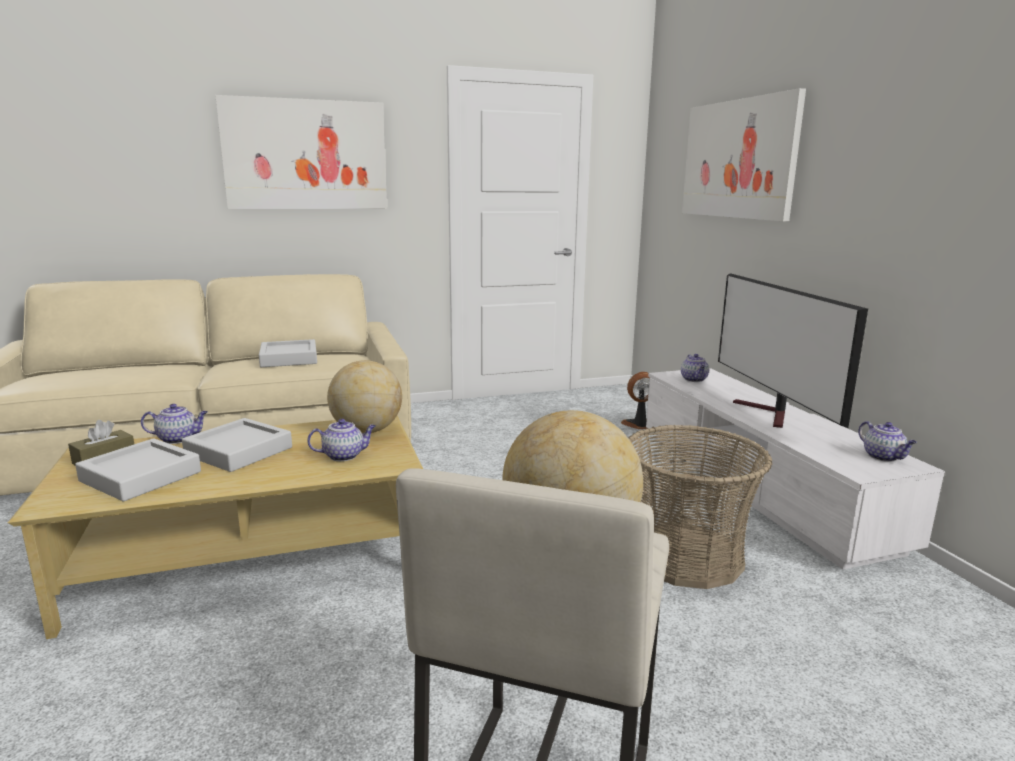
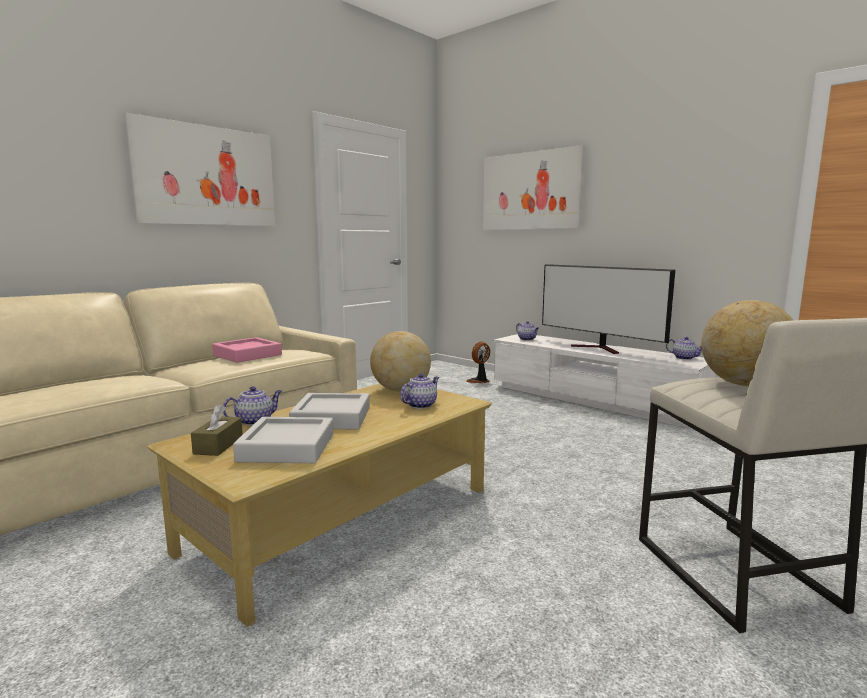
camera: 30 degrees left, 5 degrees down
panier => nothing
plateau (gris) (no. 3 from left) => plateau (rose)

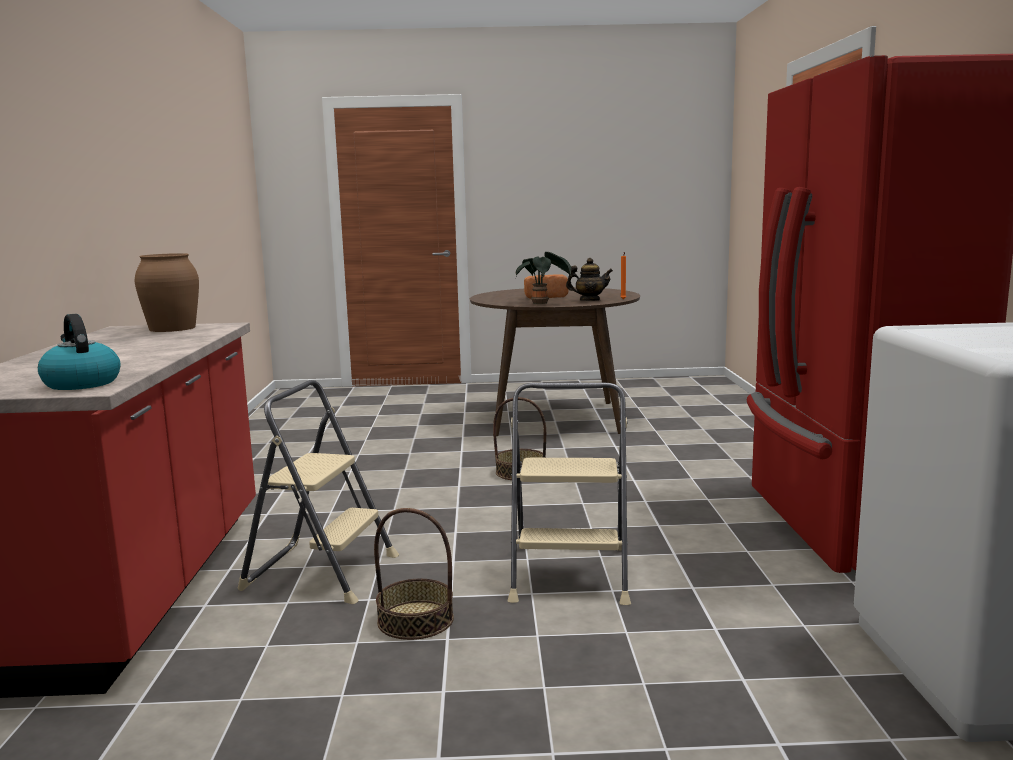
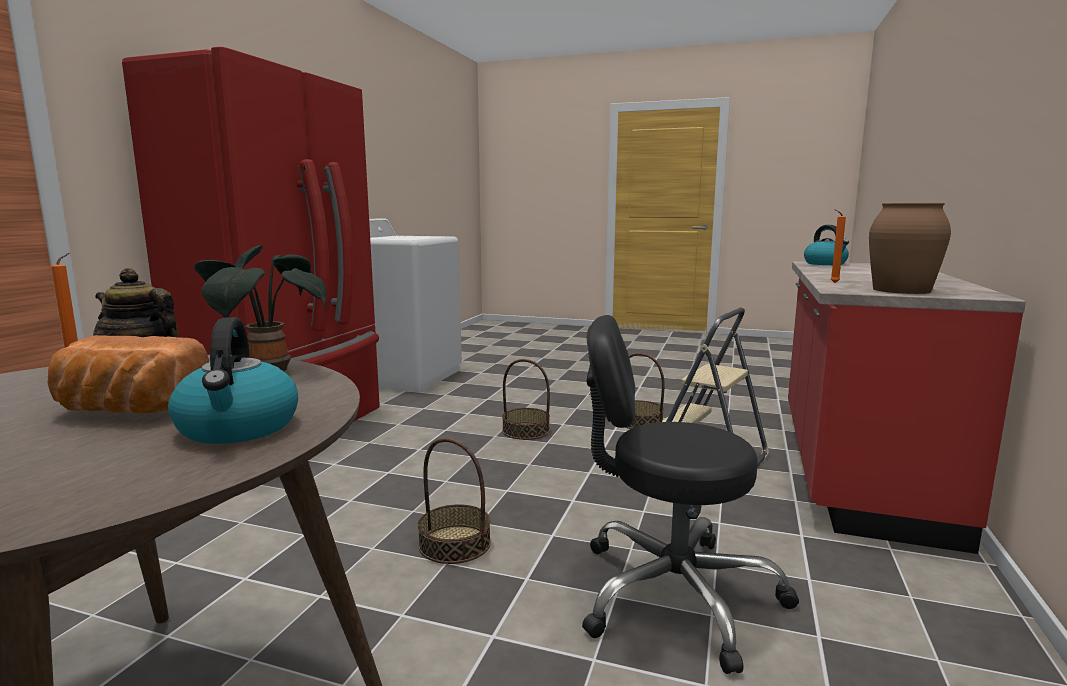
camera: 160 degrees left, 0 degrees up
nothing => bouilloire (no. 1 from left)
nothing => chaise de bureau (noir)
nothing => bougie (orange) (no. 2 from left)
escabeau (beige) (no. 2 from left) => panier (no. 2 from left)

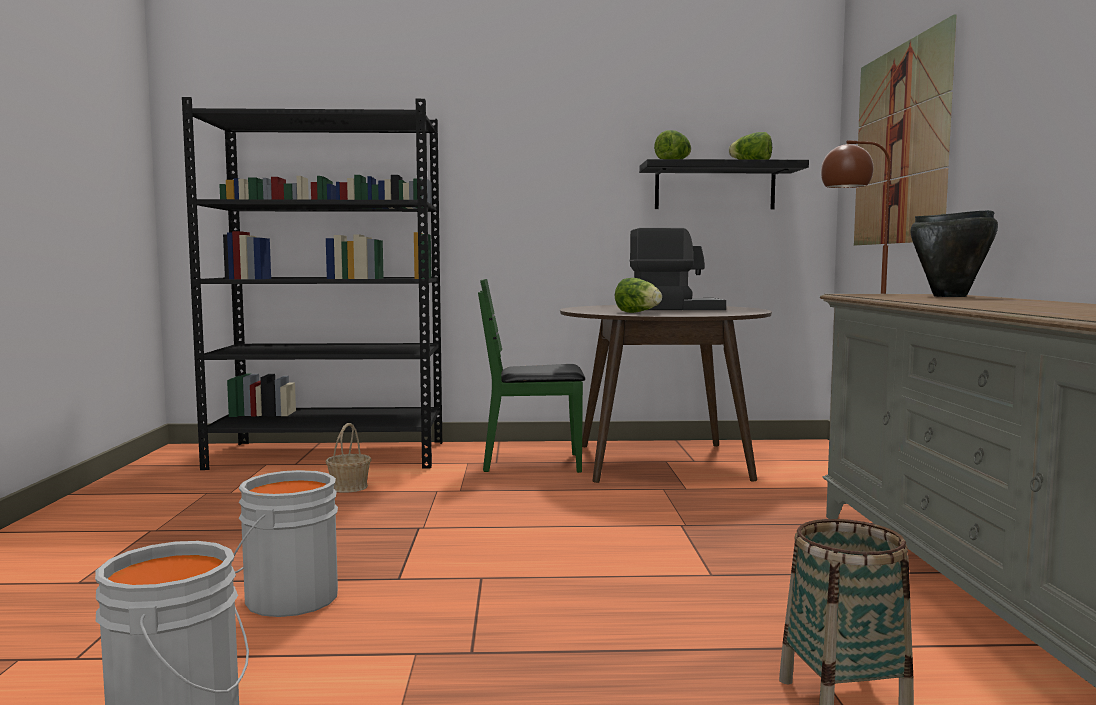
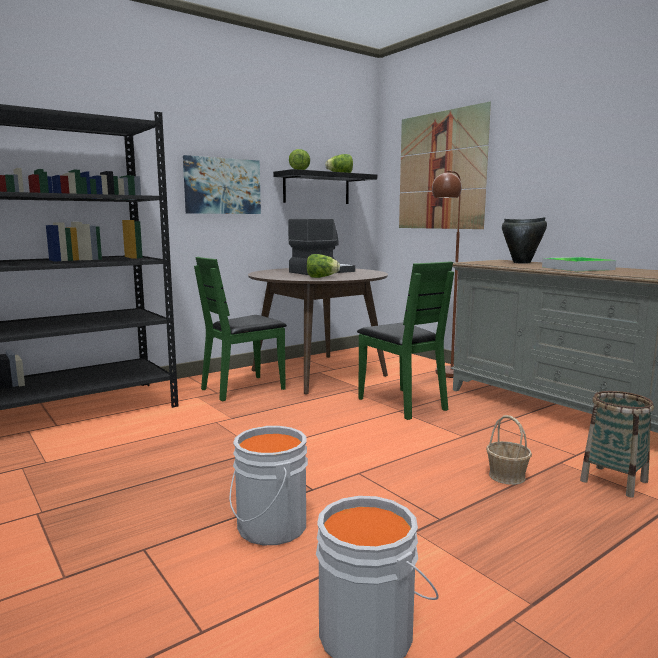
camera: 35 degrees left, 5 degrees up
nothing => tableau (no. 1 from left)
nothing => chaise (vert) (no. 2 from left)
nothing => plateau
panier (no. 1 from left), shifted

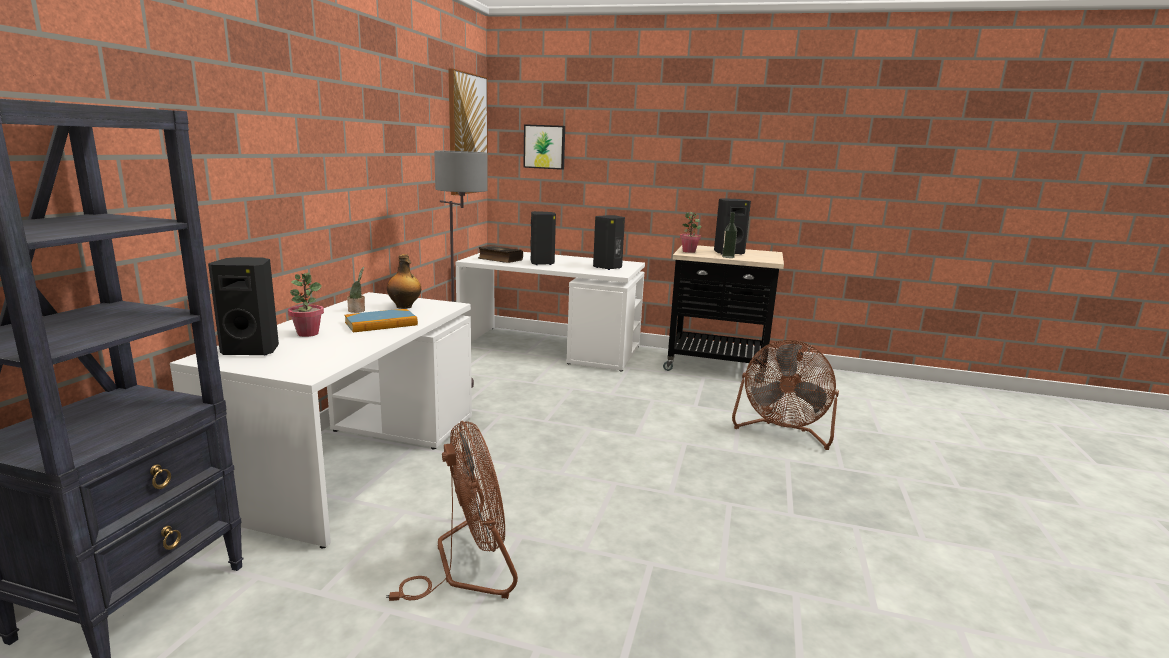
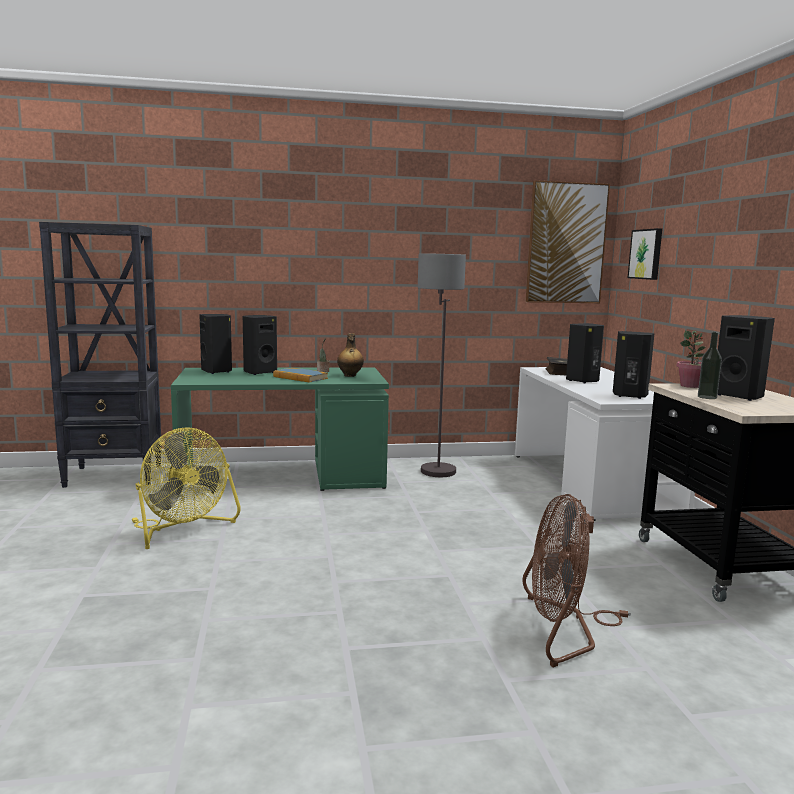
camera: 65 degrees right, 5 degrees down
plante en pot (no. 1 from left) => enceinte (noir) (no. 2 from left)
bureau (blanc) (no. 1 from left) => bureau (vert)
ventilateur (marron) (no. 1 from left) => ventilateur (jaune)

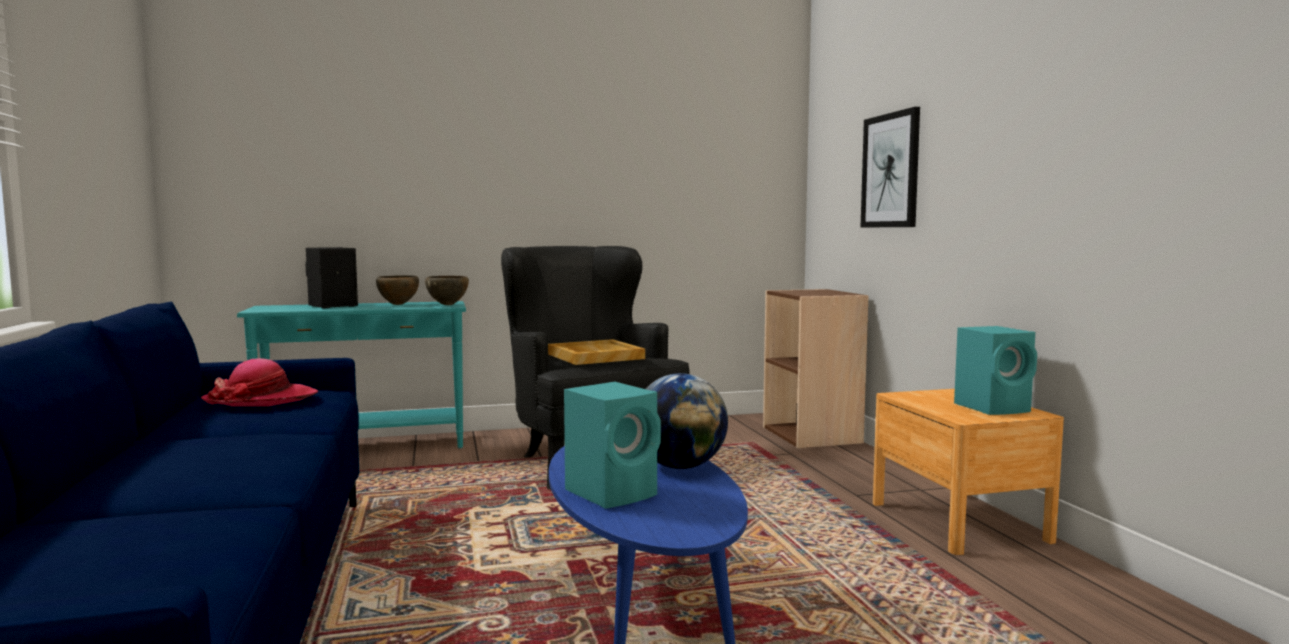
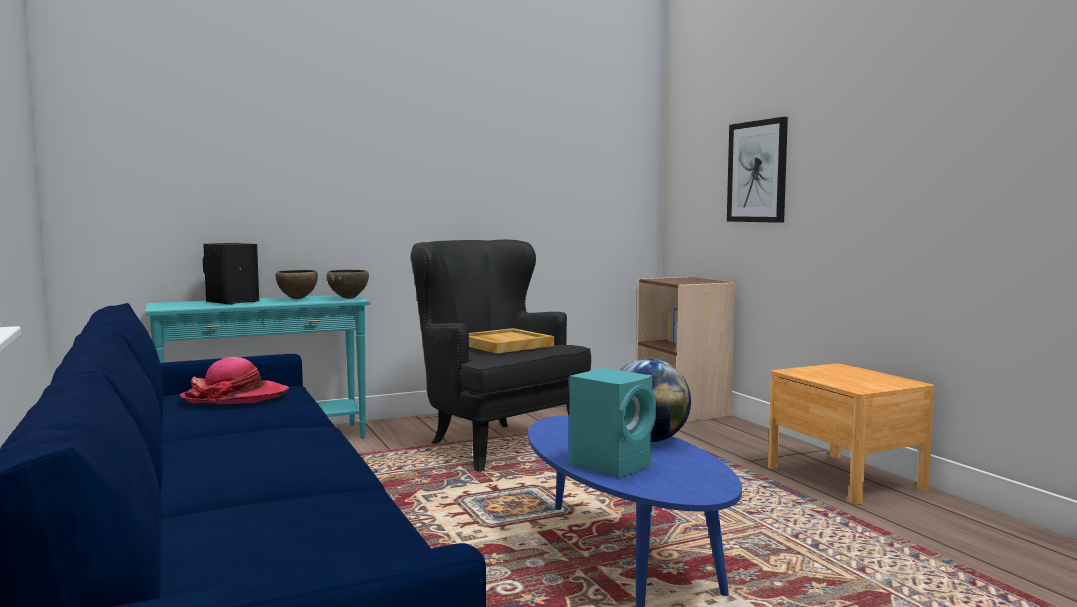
camera: 10 degrees left, 0 degrees up
enceinte (turquoise) (no. 2 from left) => nothing

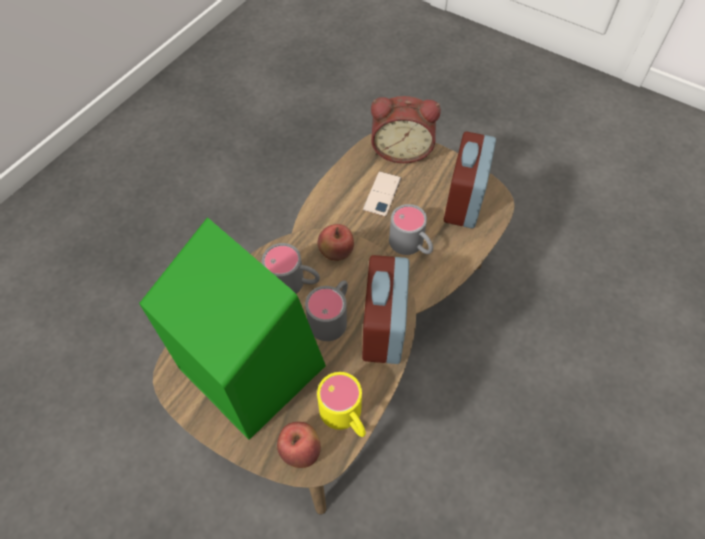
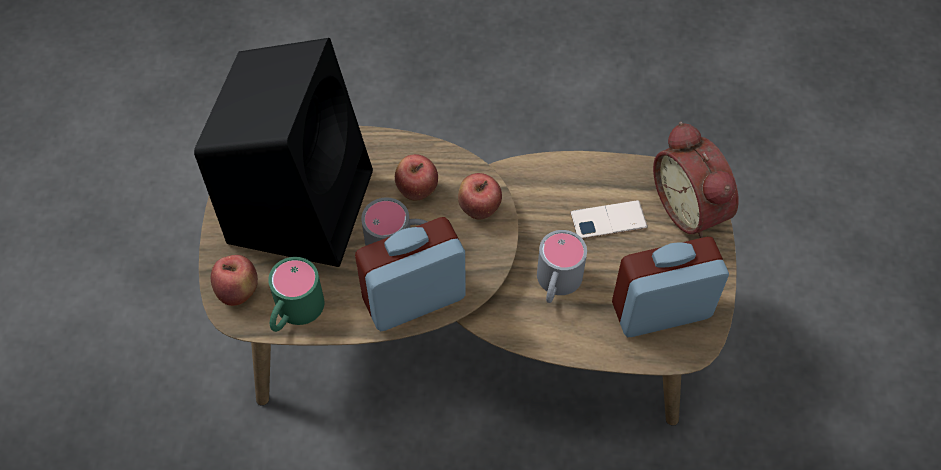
camera: 60 degrees right, 0 degrees up
mug (gris) (no. 1 from left) => pomme (no. 2 from left)
enceinte (vert) => enceinte (noir)
mug (jaune) => mug (vert)

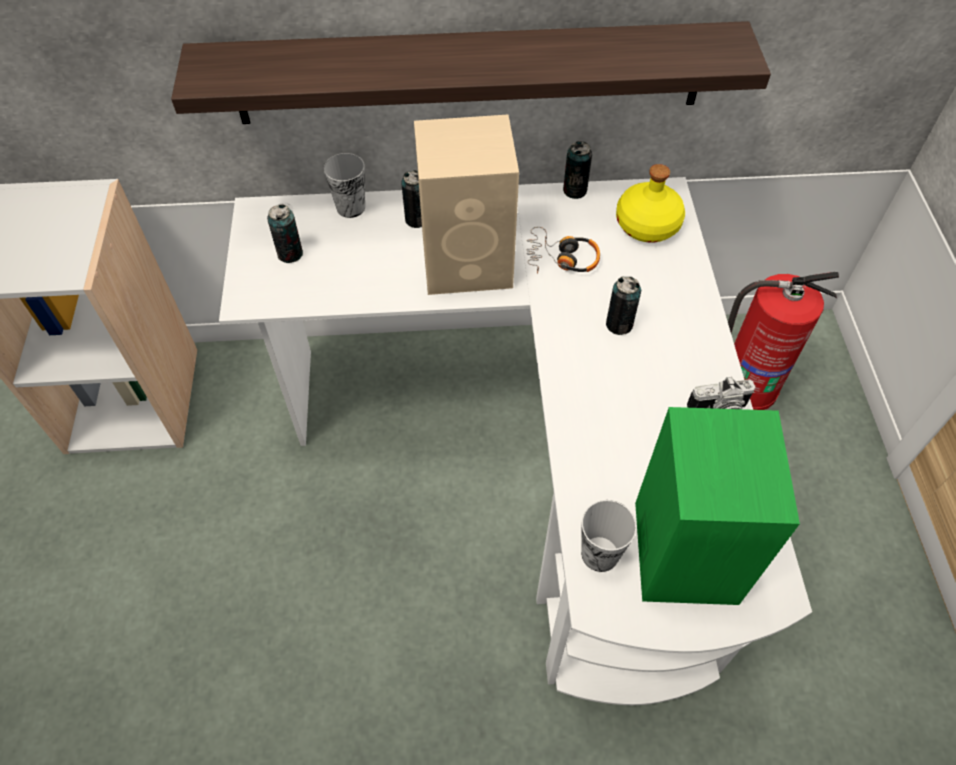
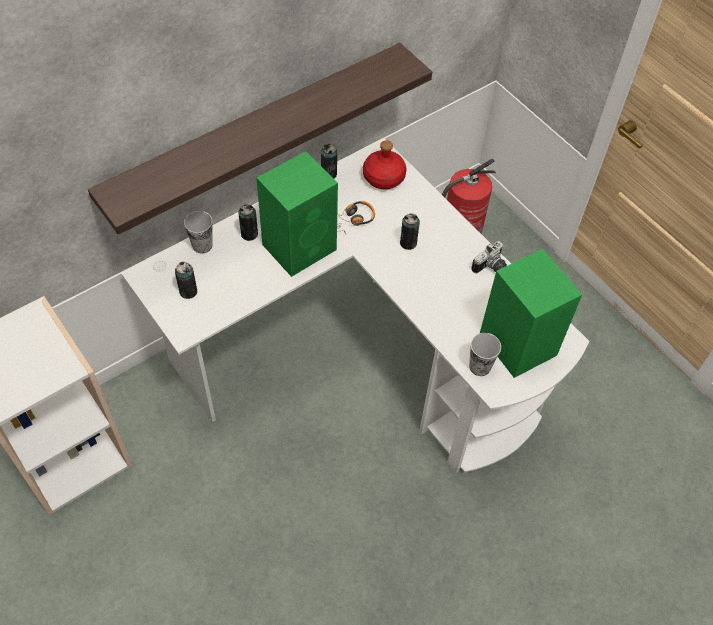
camera: 35 degrees left, 0 degrees up
enceinte (beige) => enceinte (vert) (no. 1 from left)
bouteille (jaune) => bouteille (rouge)

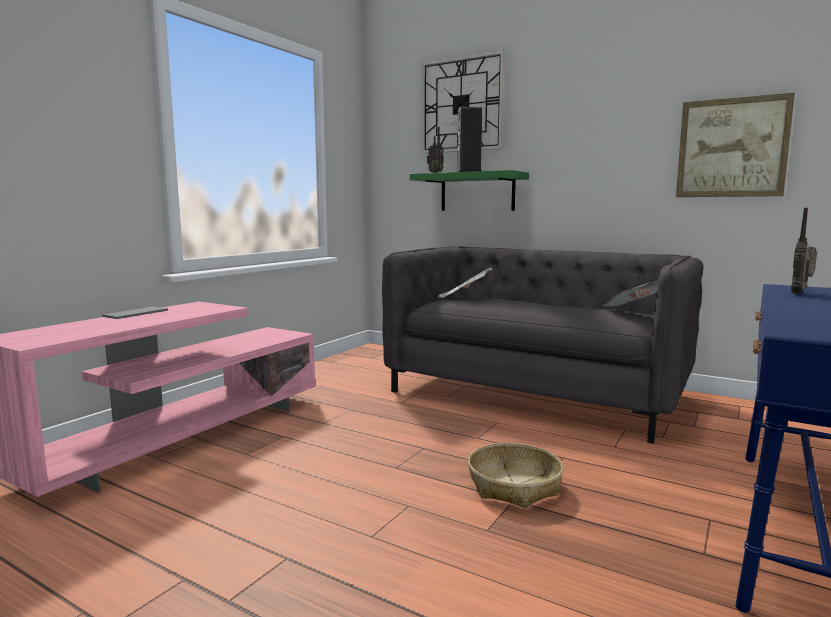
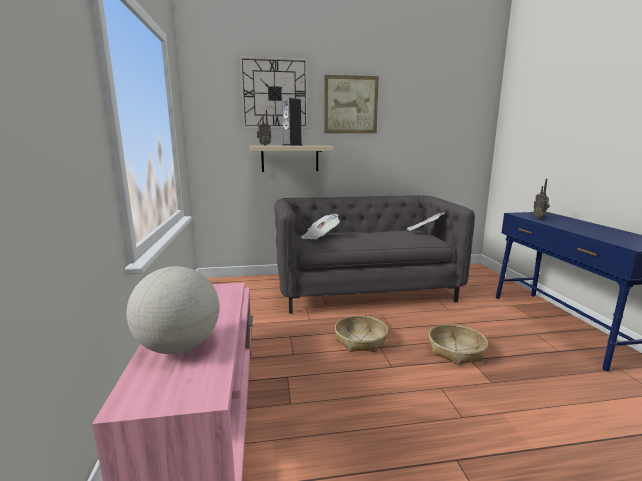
camera: 40 degrees left, 5 degrees up
nothing => globe
nothing => panier (no. 1 from left)
tableau, shifted
étagère (vert) => étagère (beige)

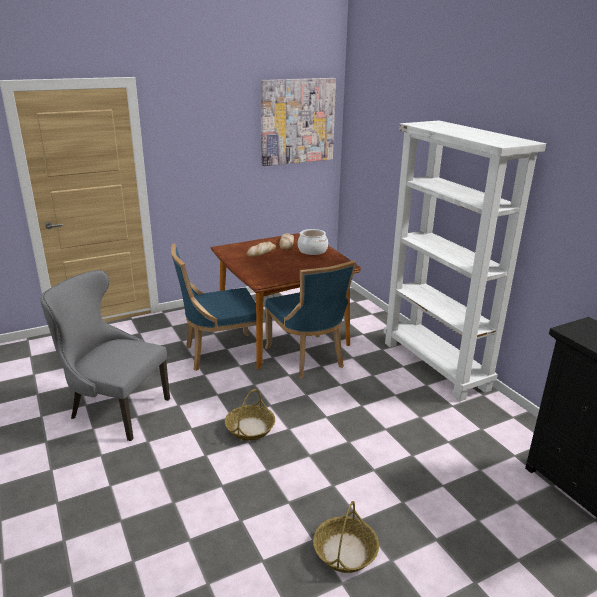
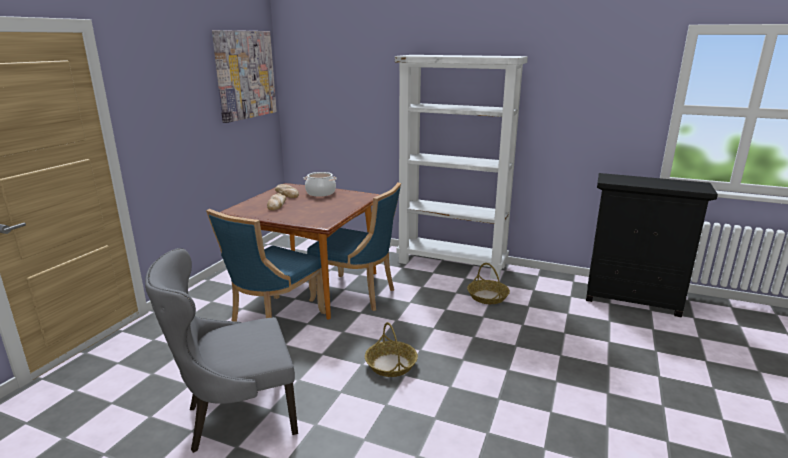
camera: 40 degrees left, 5 degrees down
panier (no. 2 from left), shifted

